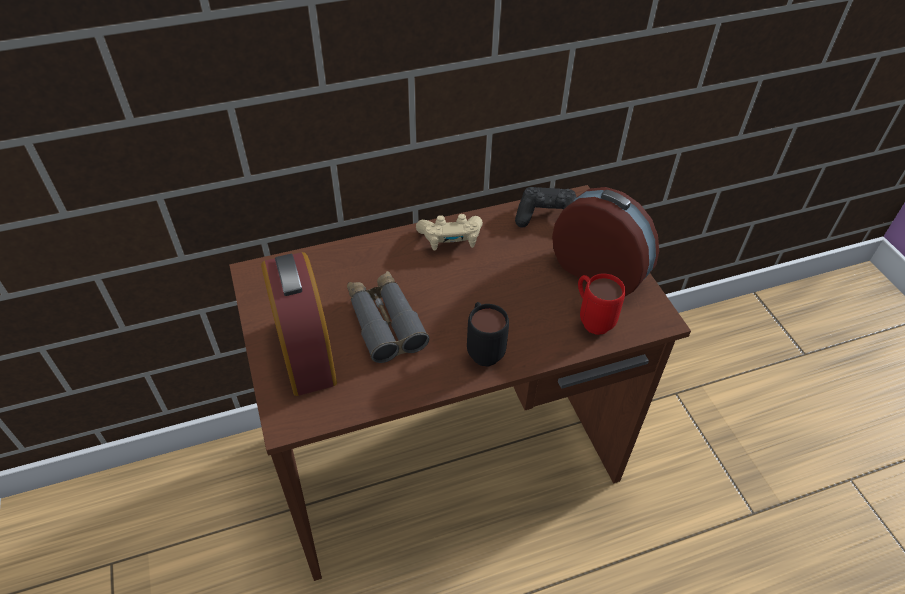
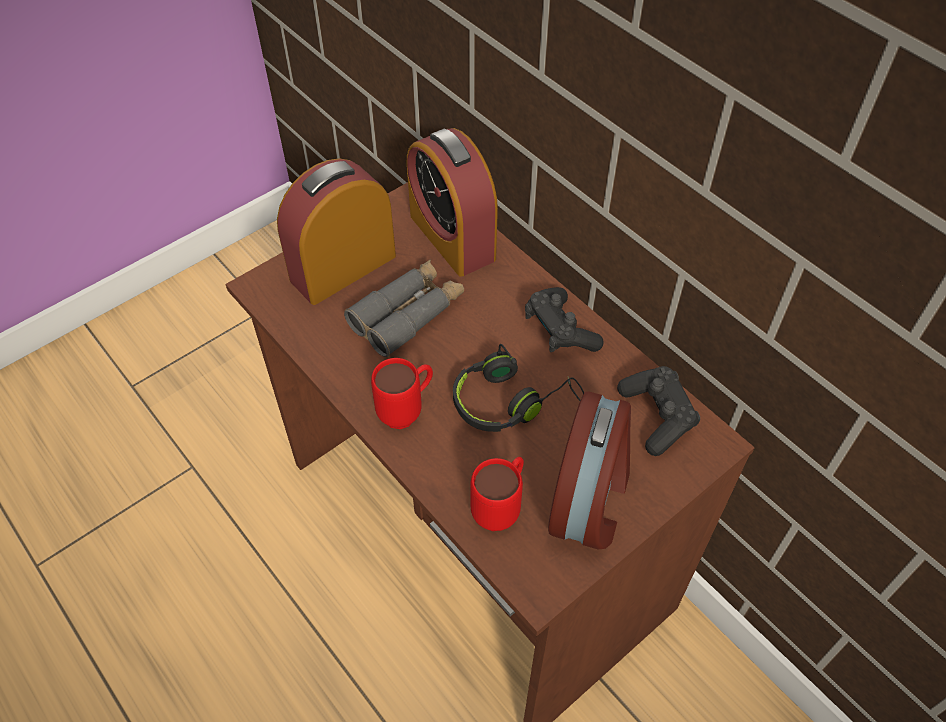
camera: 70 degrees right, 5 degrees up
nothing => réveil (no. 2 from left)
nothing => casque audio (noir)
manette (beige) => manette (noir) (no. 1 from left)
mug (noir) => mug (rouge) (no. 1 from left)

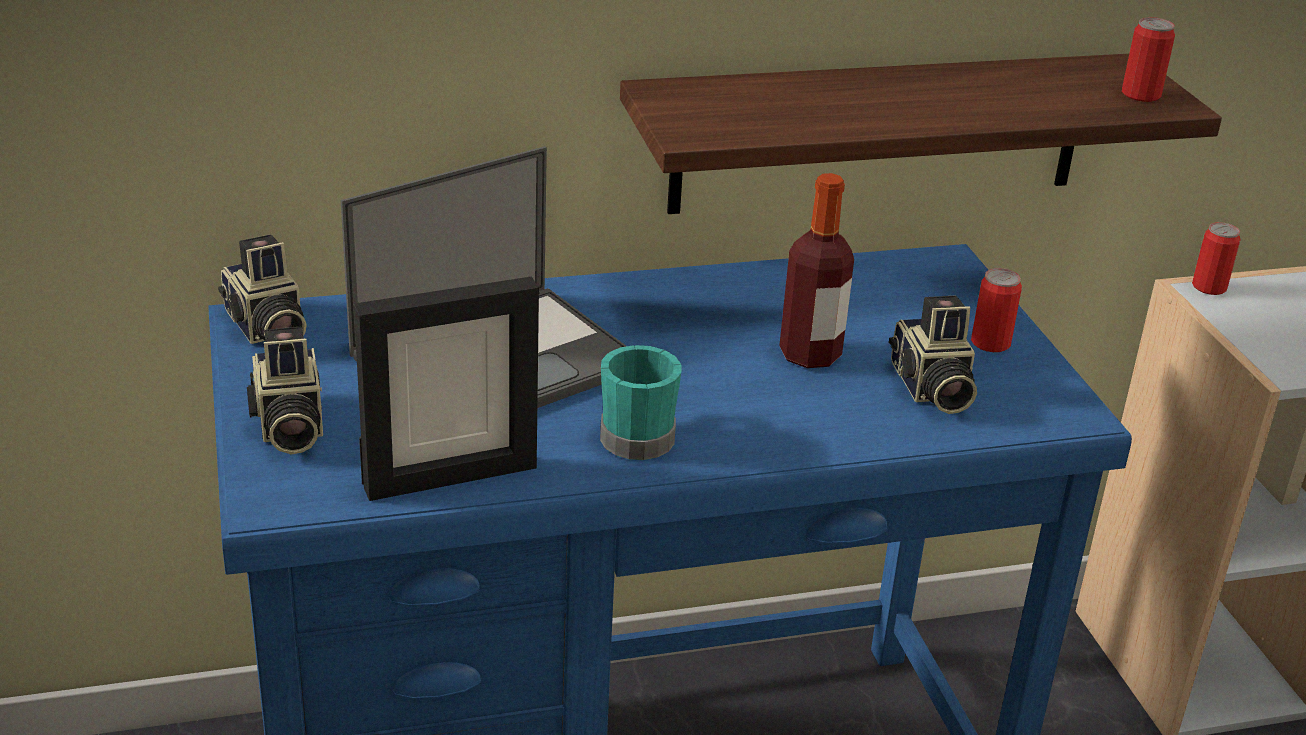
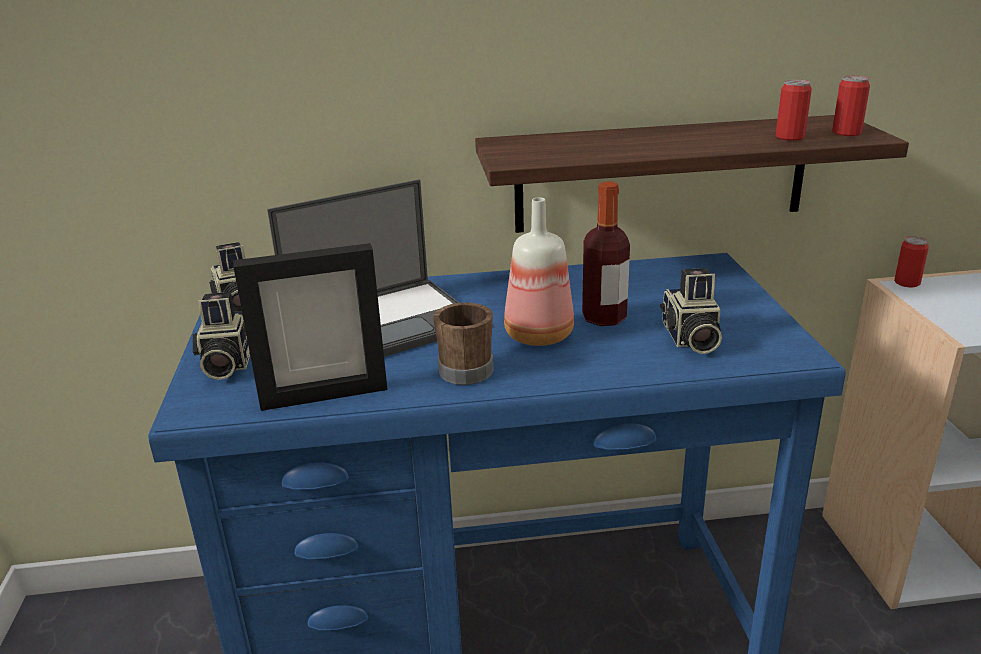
camera: 10 degrees right, 5 degrees down
nothing => bouteille (no. 1 from left)
boîte métallique (no. 1 from left), shifted
mug (turquoise) => mug (marron)

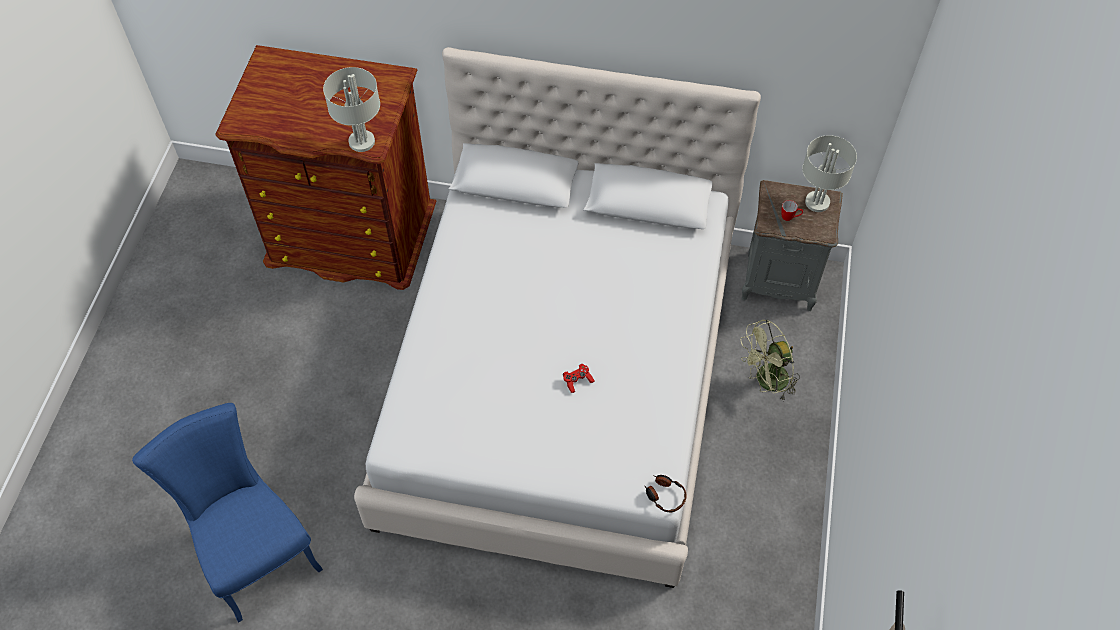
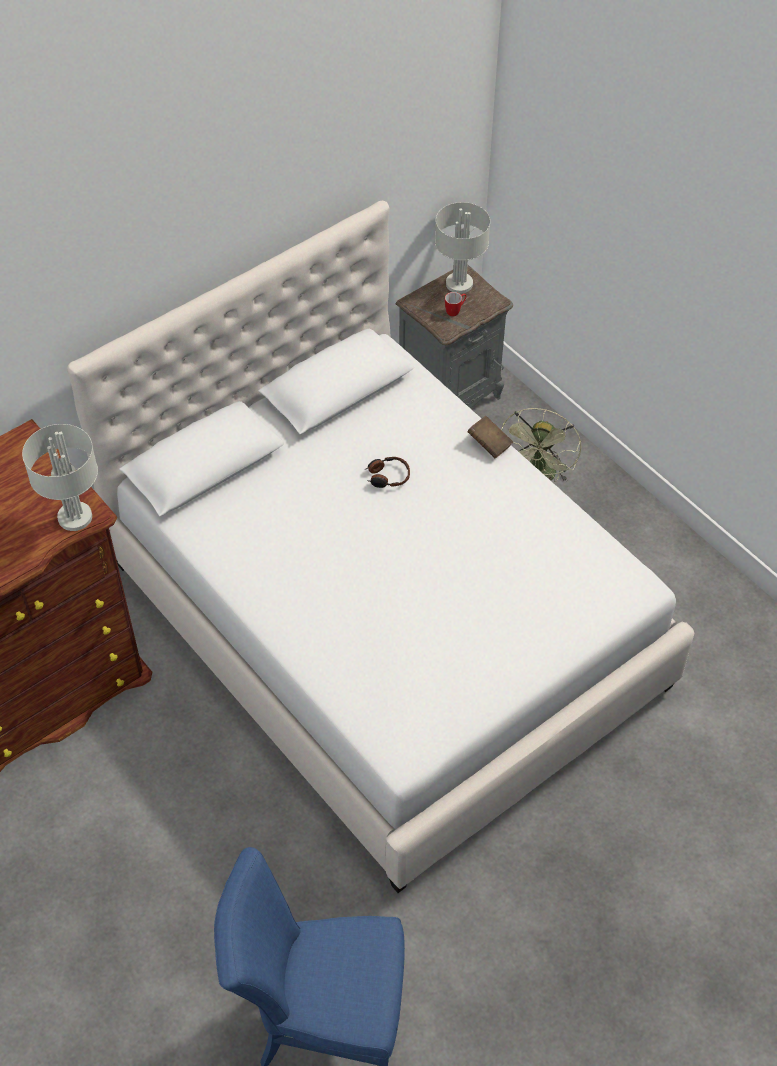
camera: 50 degrees left, 5 degrees down
manette (rouge) => nothing
nothing => livre (marron)
casque audio, shifted

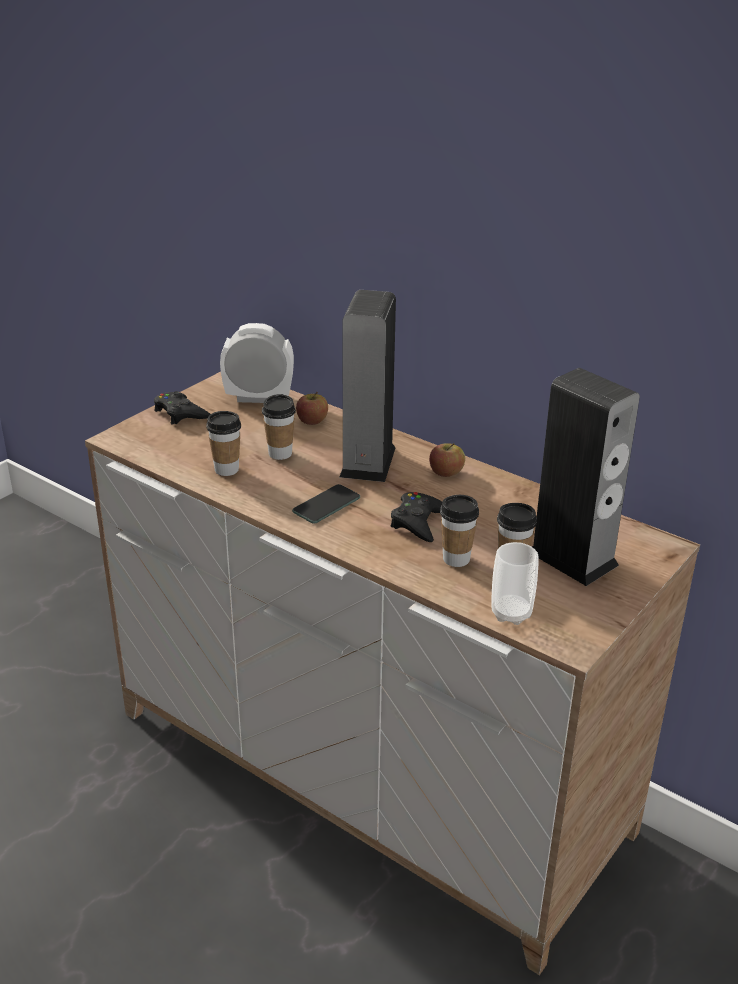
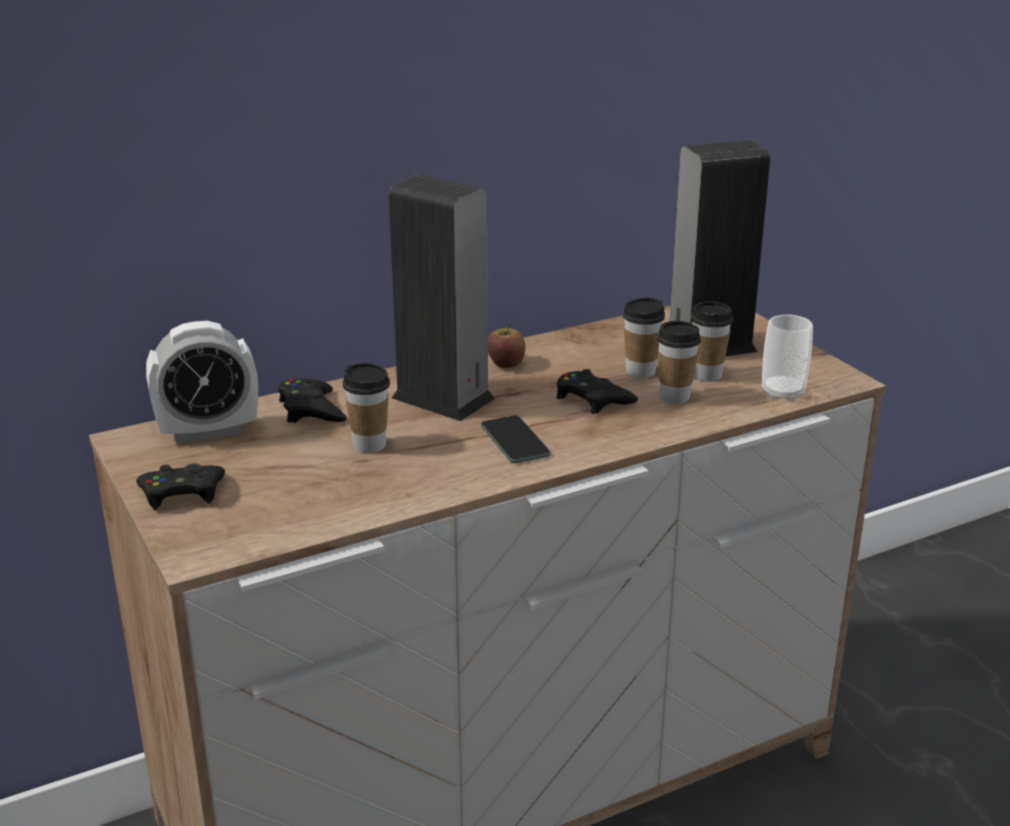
camera: 65 degrees left, 5 degrees down
tasse (no. 1 from left in the first image) => tasse (no. 2 from left), shifted
pomme (no. 1 from left) => manette (noir) (no. 2 from left)
réveil, 135 degrees counterclockwise

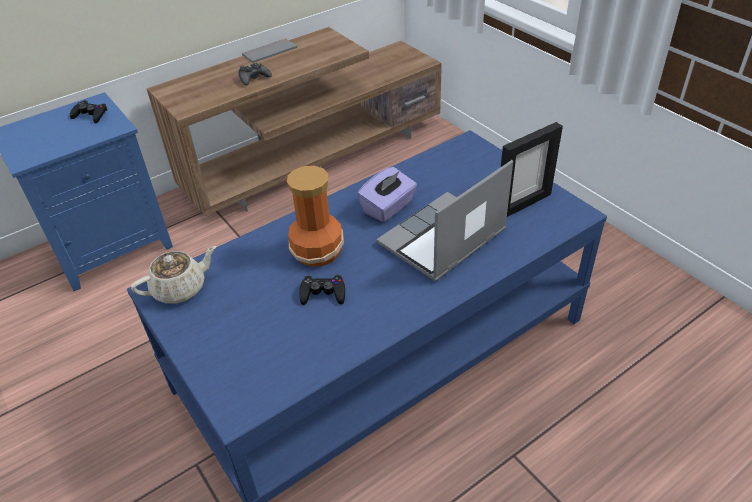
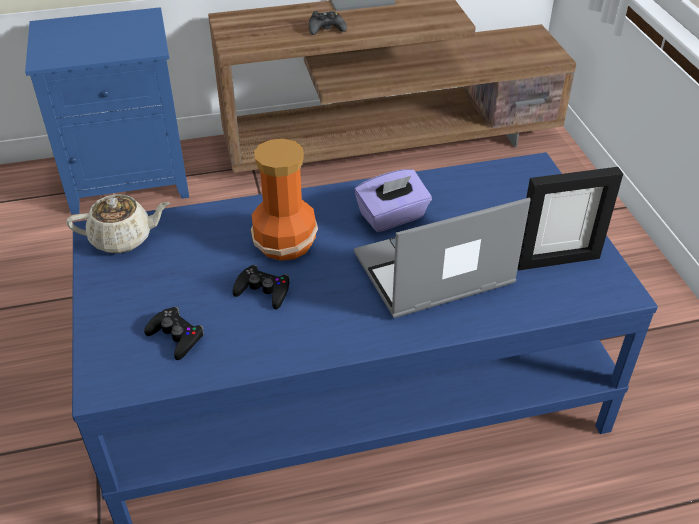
camera: 20 degrees right, 0 degrees up
manette (noir) (no. 1 from left), shifted

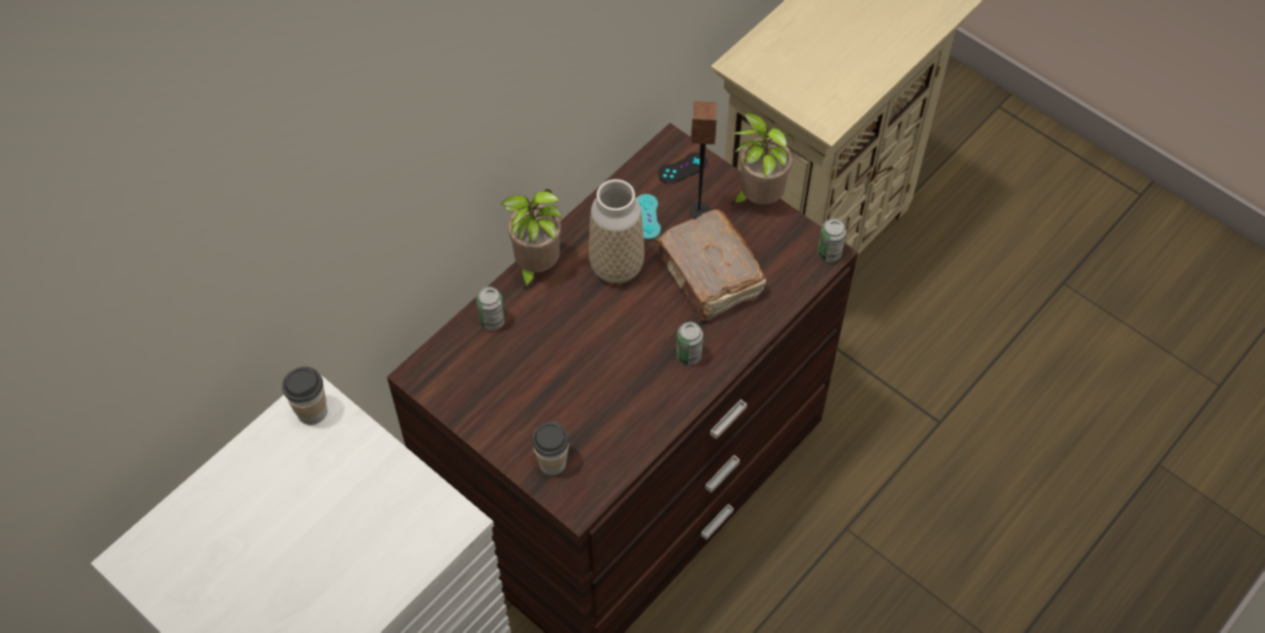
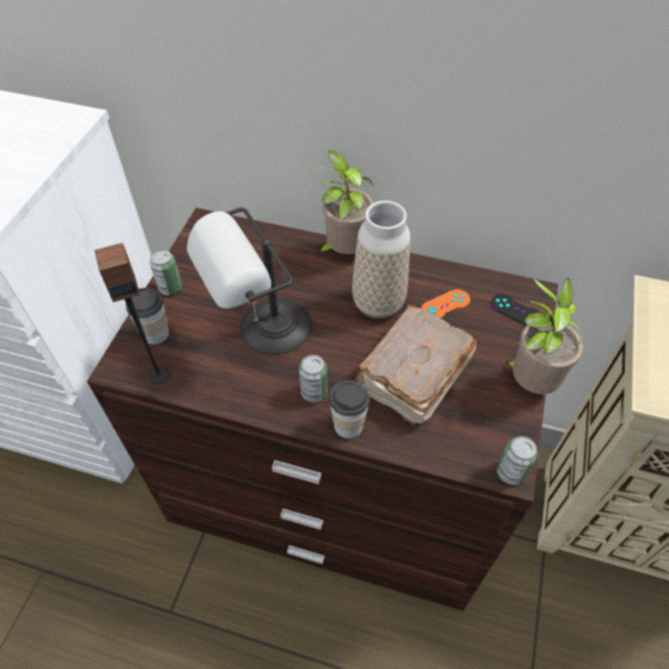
camera: 65 degrees right, 5 degrees down
nothing => lampe de table
tasse (no. 1 from left in the first image) => tasse (no. 2 from left), shifted
boîte métallique (no. 1 from left), shifted
enceinte, shifted
manette (turquoise) => manette (orange)

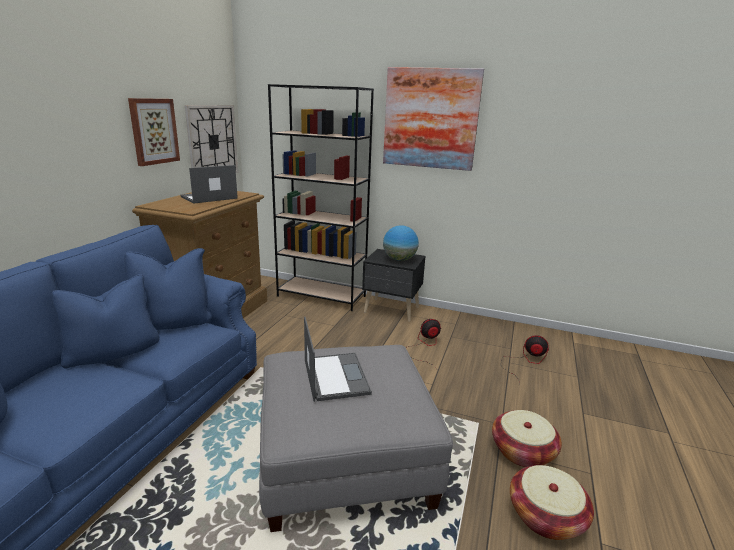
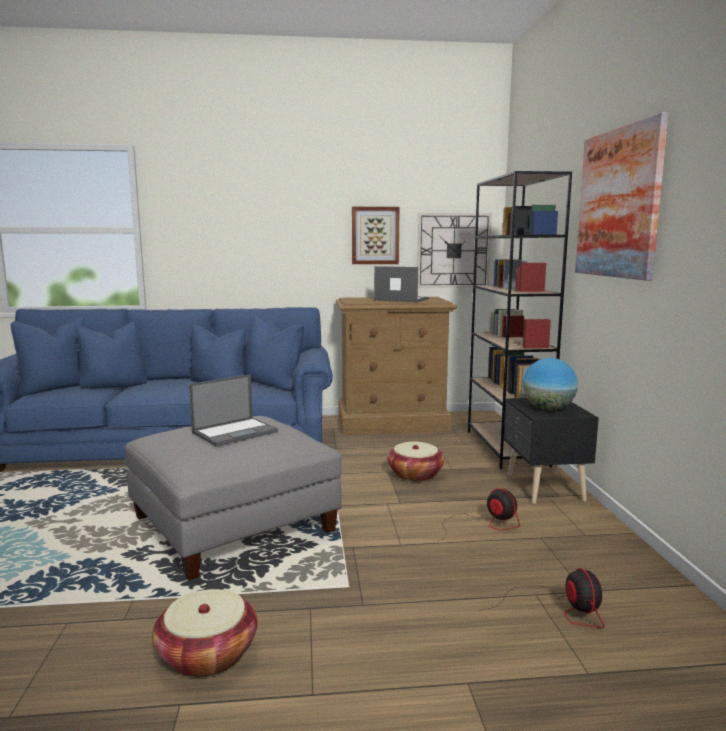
camera: 65 degrees right, 10 degrees down
panier (no. 1 from left in the first image) => panier (no. 2 from left), shifted

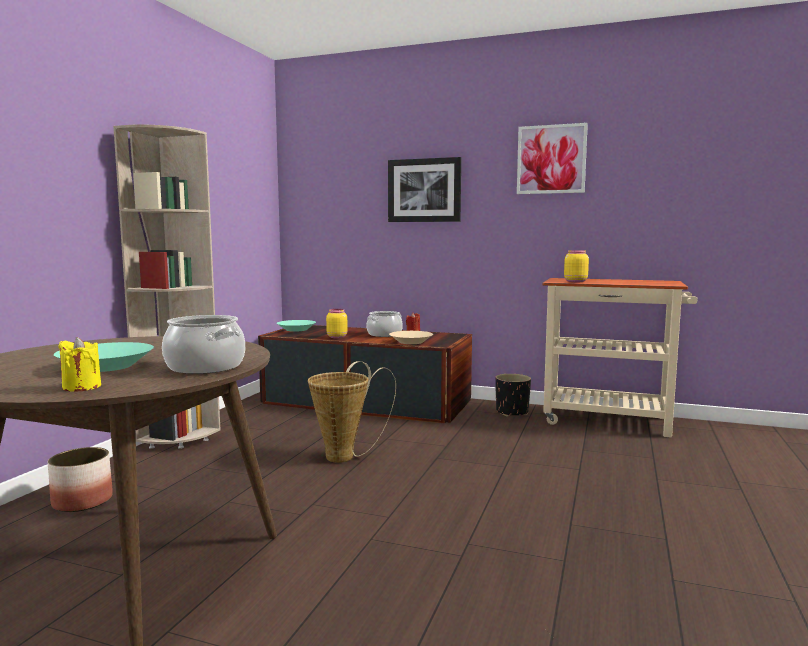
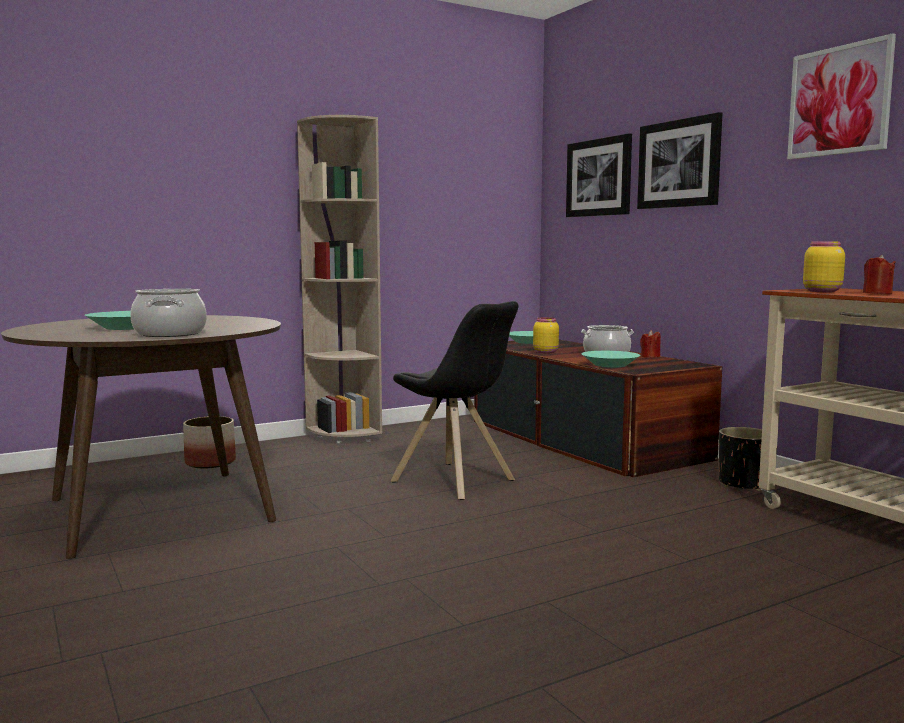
camera: 40 degrees right, 0 degrees up
bougie (jaune) => nothing
nothing => tableau (no. 1 from left)
nothing => bougie (rouge) (no. 2 from left)
panier => chaise (noir)
bol (beige) => bol (turquoise) (no. 3 from left)

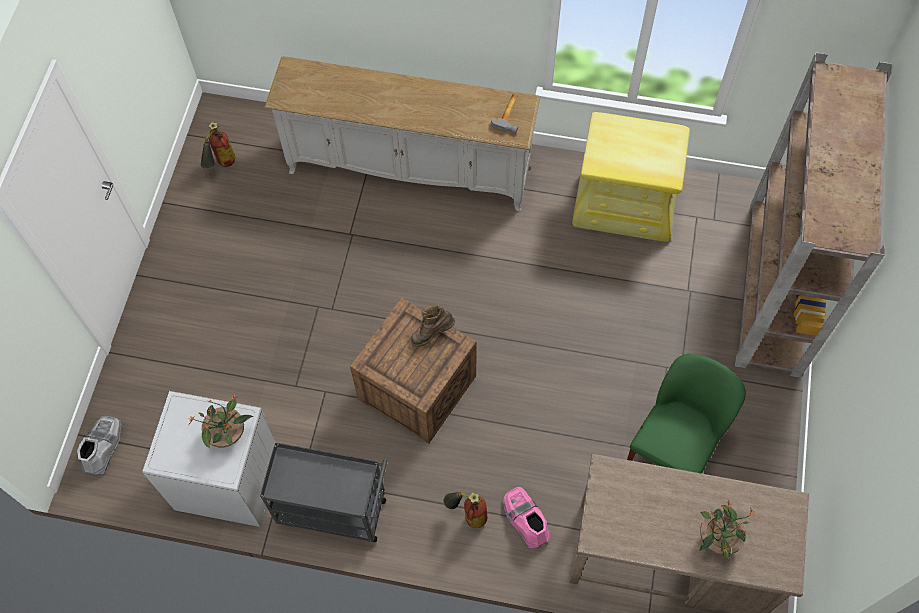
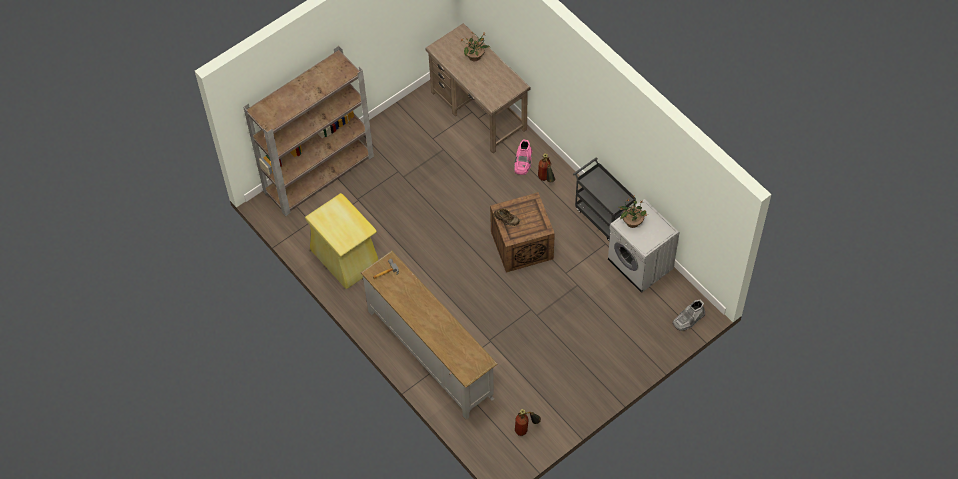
camera: 140 degrees left, 5 degrees down
chaise (vert) => nothing

